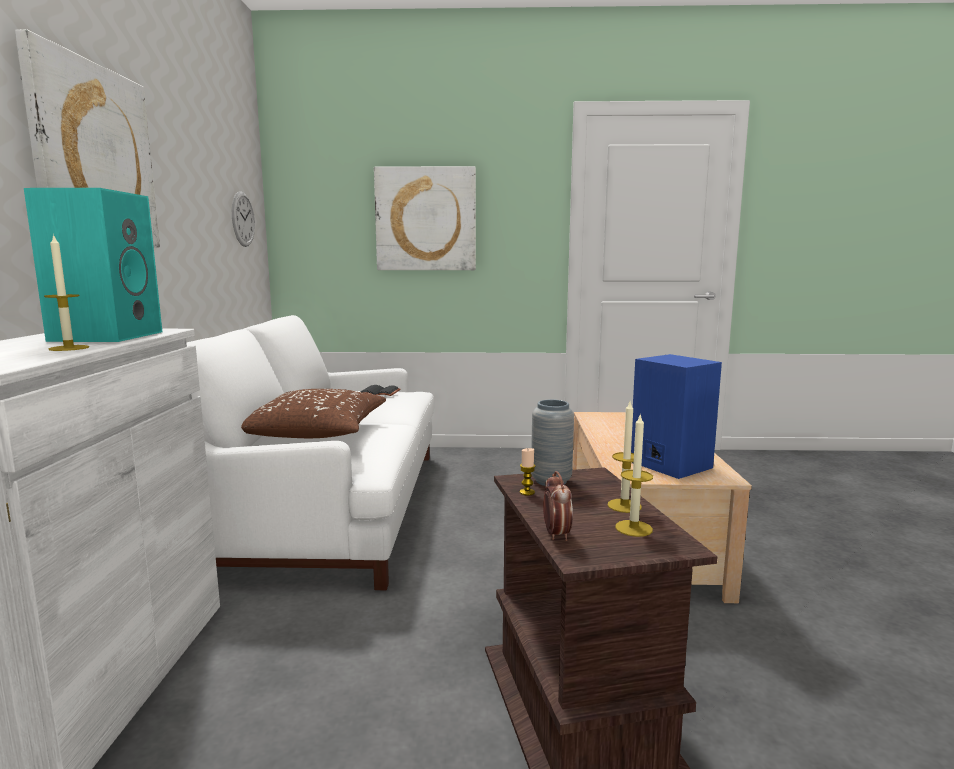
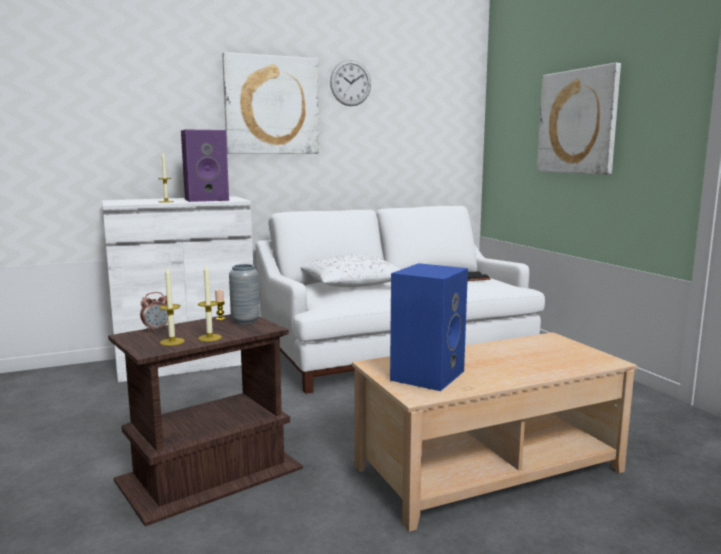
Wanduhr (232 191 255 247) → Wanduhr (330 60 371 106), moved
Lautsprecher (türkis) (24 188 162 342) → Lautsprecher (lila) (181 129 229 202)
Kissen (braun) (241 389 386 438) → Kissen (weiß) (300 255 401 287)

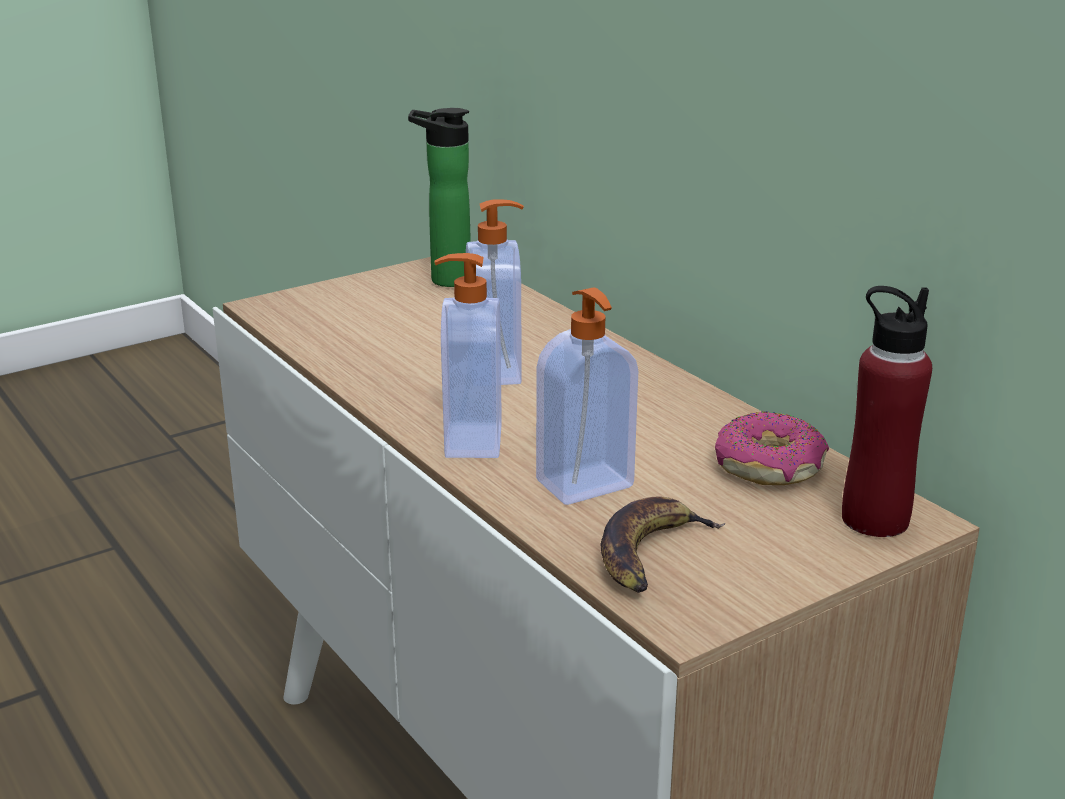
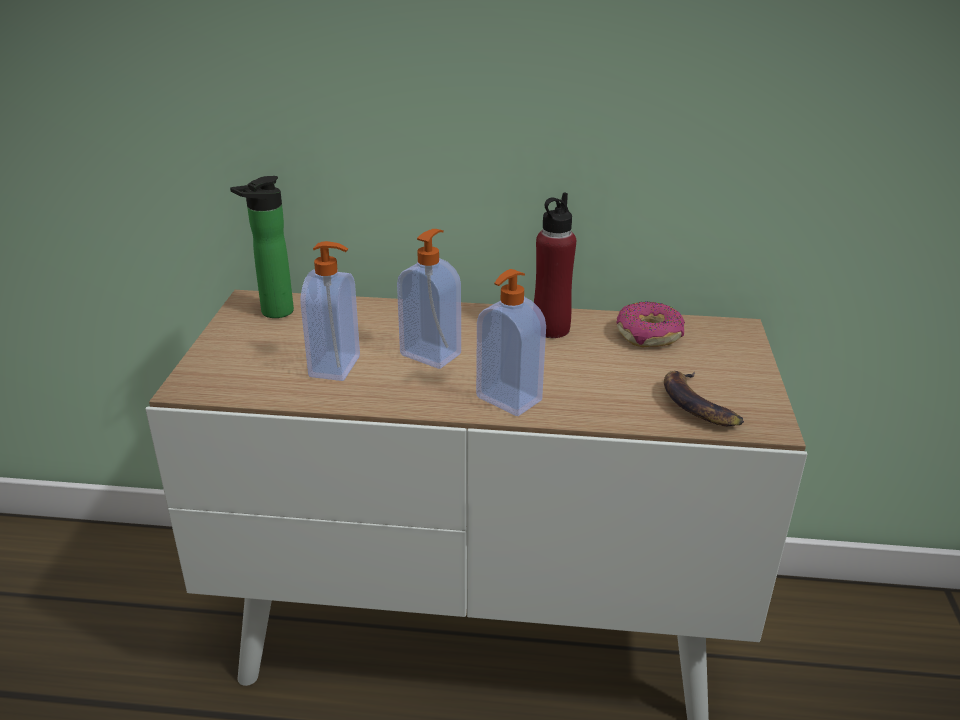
Seifenspender (536 287 638 505) → Seifenspender (301 241 360 381), moved
Flasche (rot) (842 286 932 537) → Flasche (rot) (534 192 576 338), moved

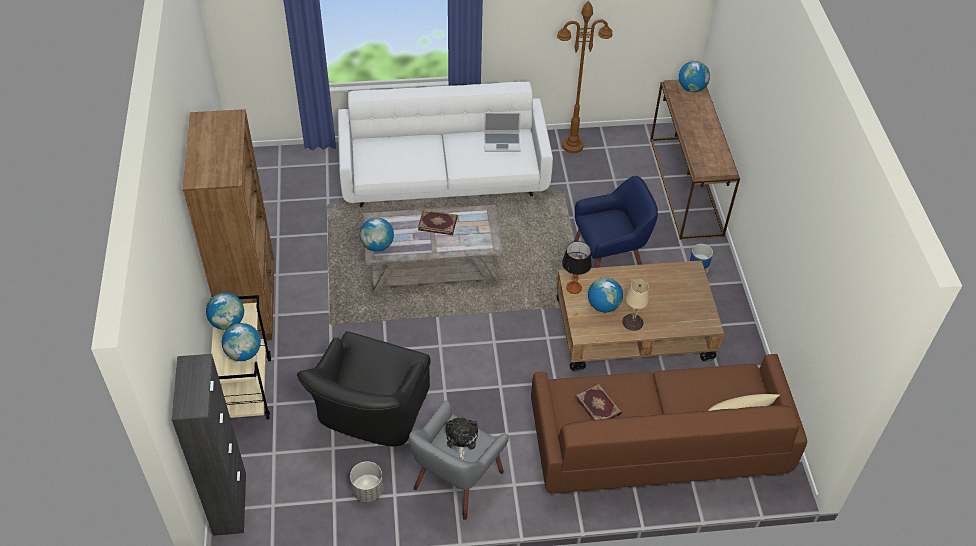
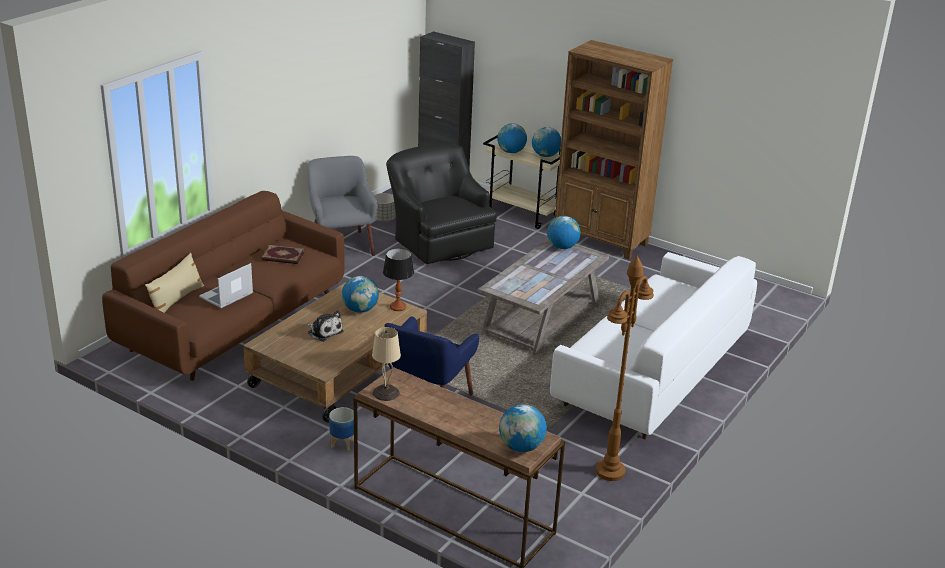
Buch (418 210 458 235) → -
Plüschtier (446 417 478 460) → Plüschtier (307 310 343 342), moved
Laptop (484 112 521 152) → Laptop (199 263 253 308), moved
Tischlampe (beige) (622 280 649 331) → Tischlampe (beige) (372 327 401 401), moved

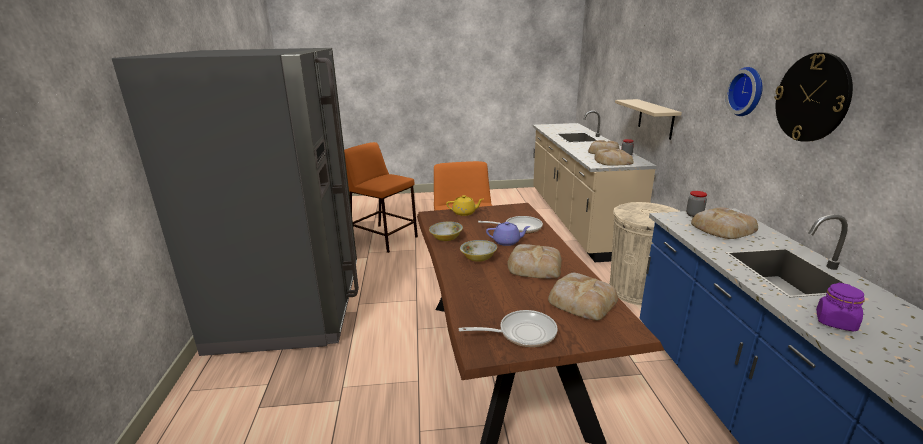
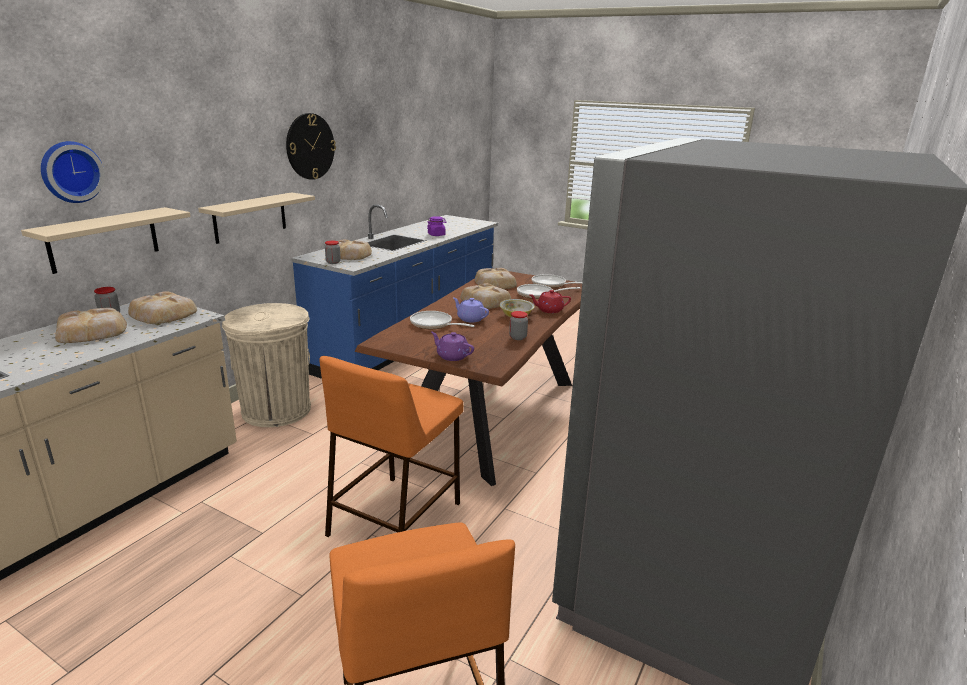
- → Wandregal (beige) (198 192 315 244)
- → Pfanne (517 284 580 299)
- → Teekanne (rot) (529 290 571 313)
Wanduhr (725 67 763 116) → Wanduhr (41 141 105 203), moved
Schüssel (429 221 463 241) → Vorratsglas (509 311 528 340)
Teekanne (gelb) (446 195 483 216) → Teekanne (lila) (431 332 474 361)

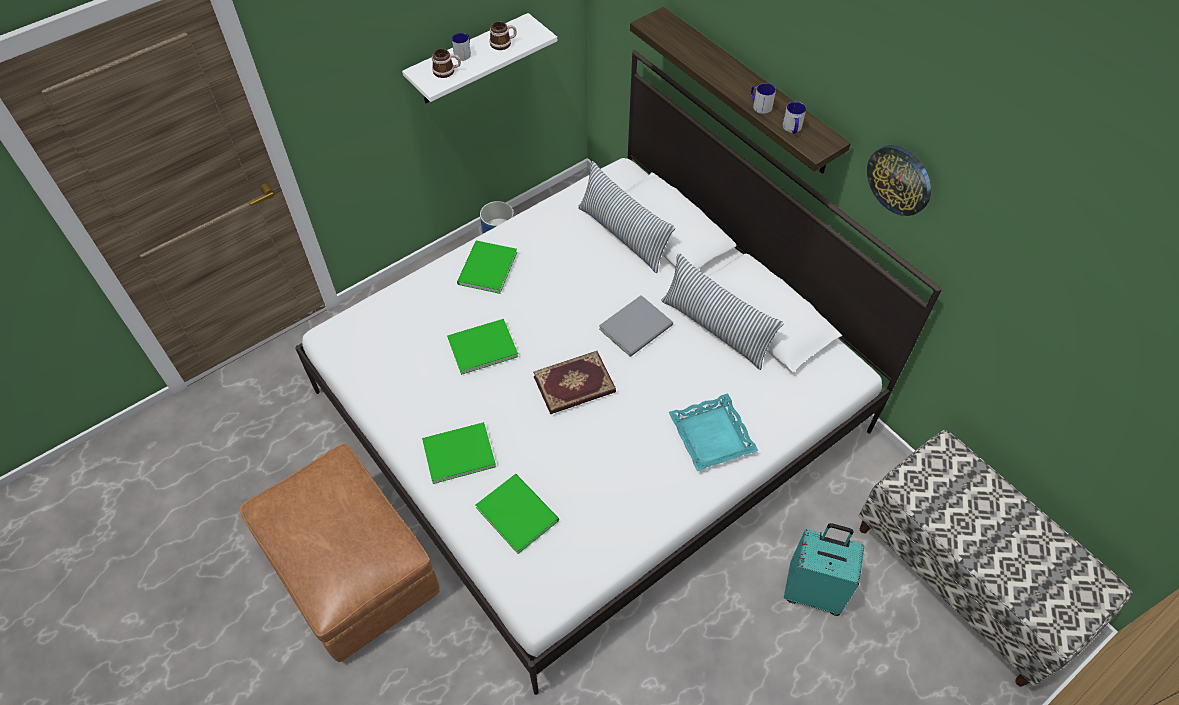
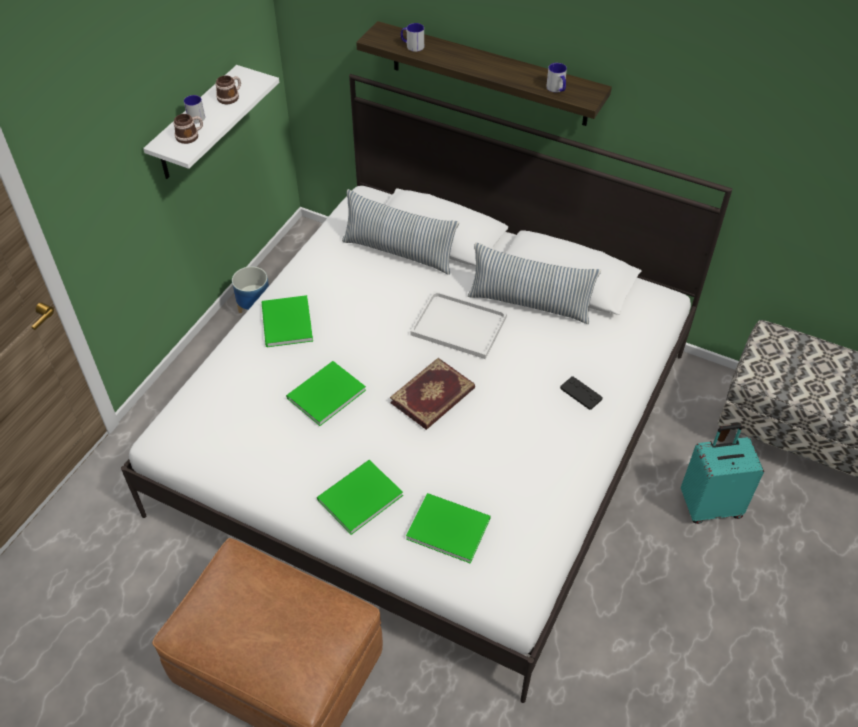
Wanduhr (867 145 931 216) → -
Henkelbecher (751 83 776 114) → Henkelbecher (401 23 424 52), moved
Buch (grau) (599 295 673 357) → Tablett (weiß) (410 291 507 359)
Tablett (türkis) (669 393 758 471) → Gamepad (schwarz) (560 377 603 410)

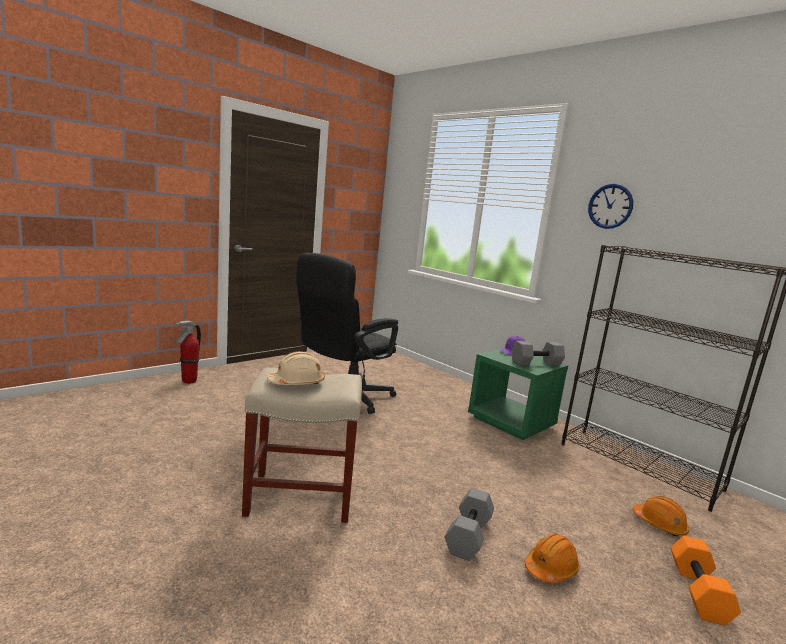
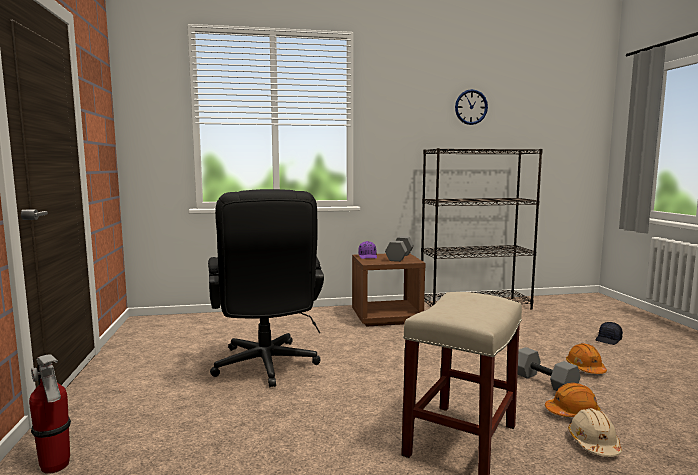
Schutzhelm (beige) (267 351 325 385) → Schutzhelm (beige) (568 408 622 457), moved
Wanduhr (588 184 633 229) → Wanduhr (455 89 488 125), moved
Schutzhelm (orange) (633 496 689 536) → Schutzhelm (orange) (545 383 601 417), moved
Hantel (orange) (670 536 741 626) → Kappe (schwarz) (596 322 623 345)
Nachttisch (grün) (468 348 568 440) → Nachttisch (braun) (352 254 426 327)

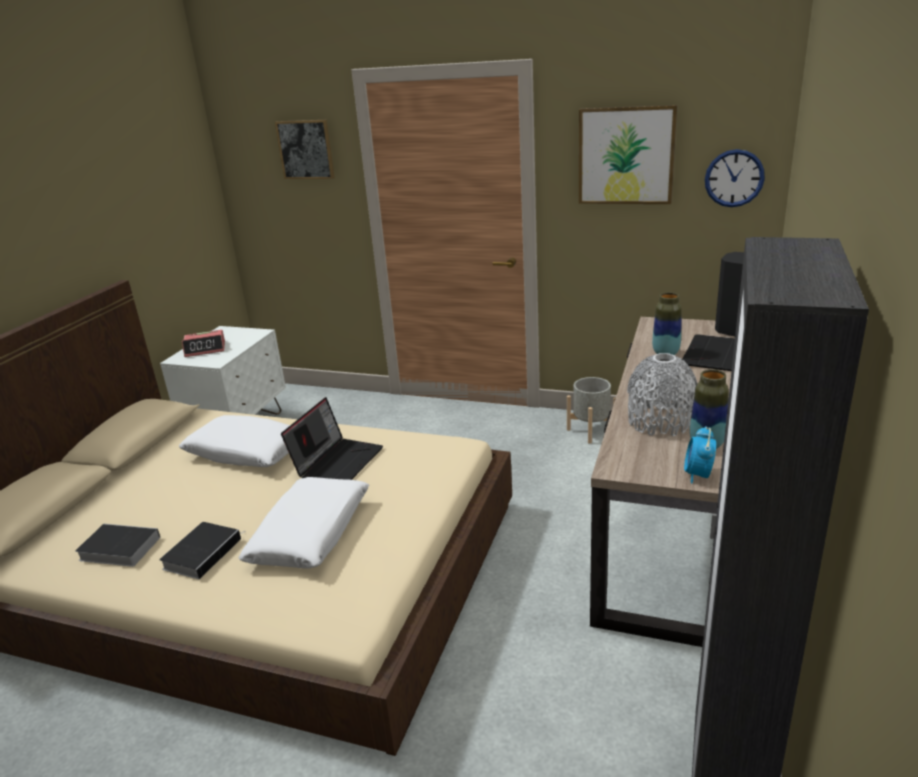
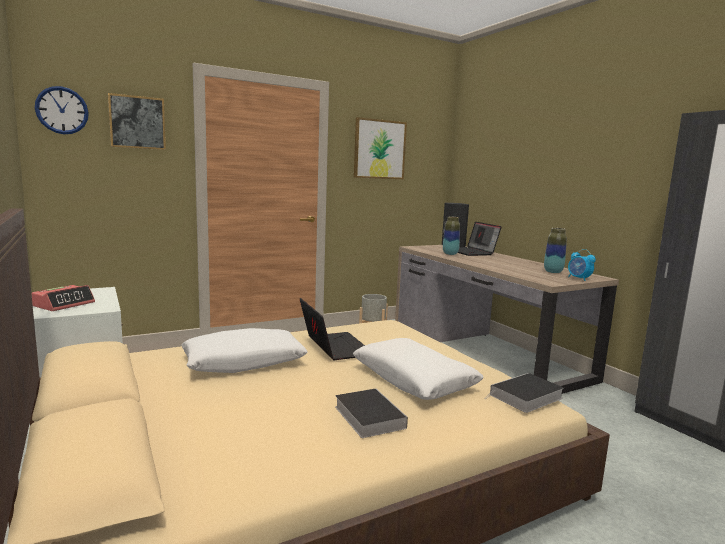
Vase (grau) (627 353 697 436) → -
Buch (75 524 160 567) → Buch (484 373 564 413), moved
Wanduhr (705 149 765 207) → Wanduhr (35 86 89 134), moved

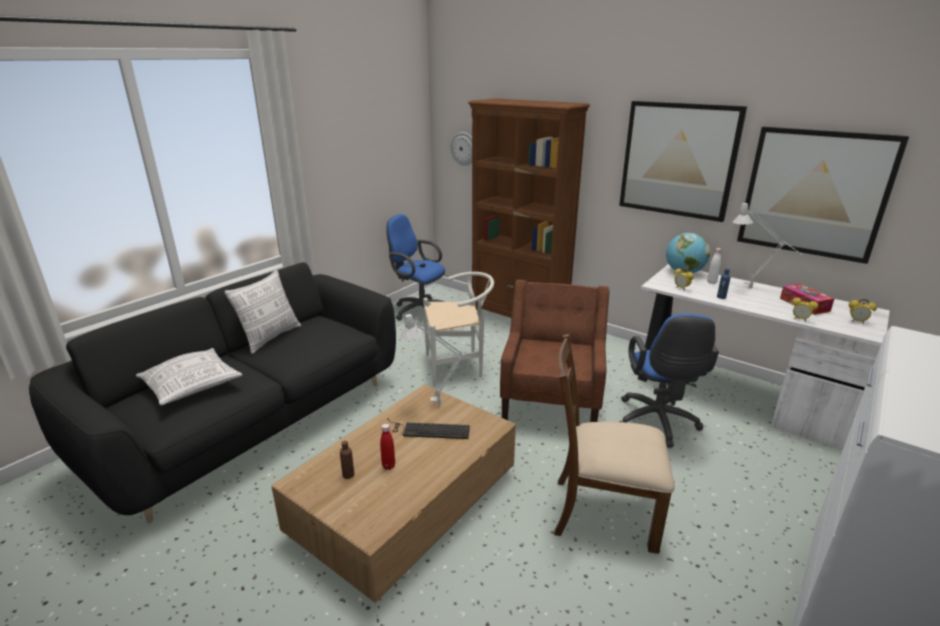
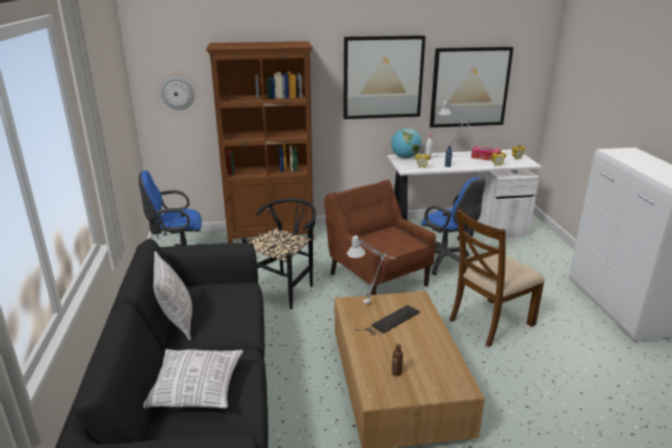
Flasche (rot) (380 424 395 470) → -
Stuhl (weiß) (423 272 494 387) → Stuhl (schwarz) (242 198 316 309)

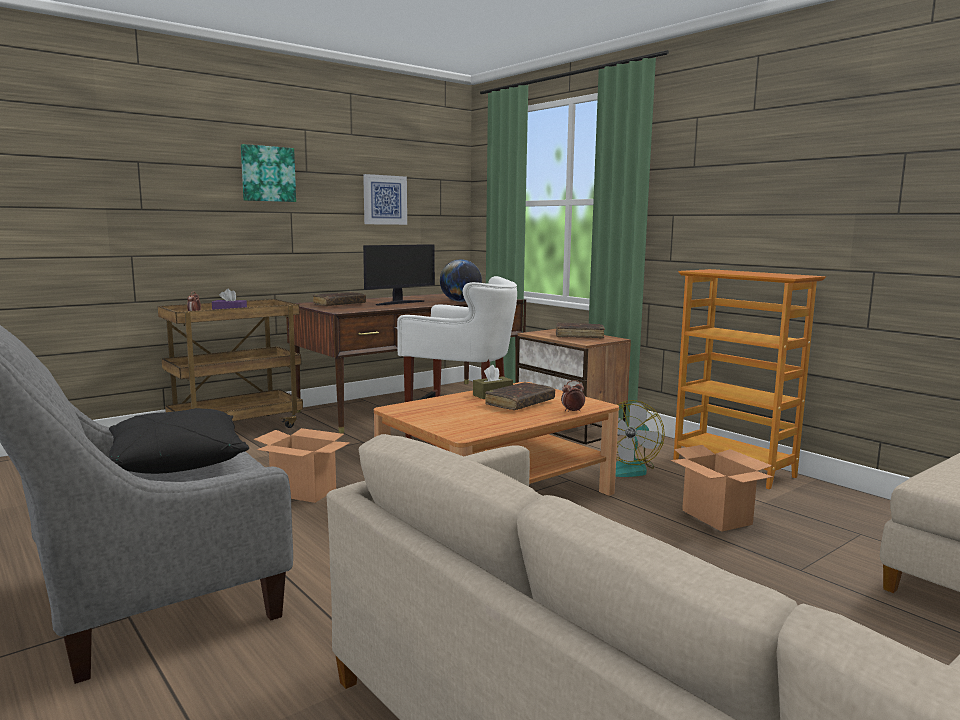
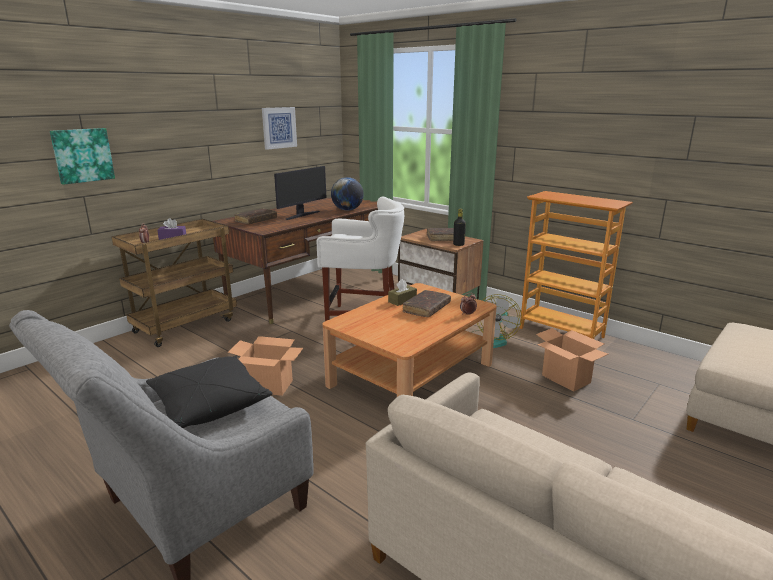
- → Flasche (schwarz) (453 209 466 246)
Bild (241 144 296 202) → Bild (50 128 115 185), moved

